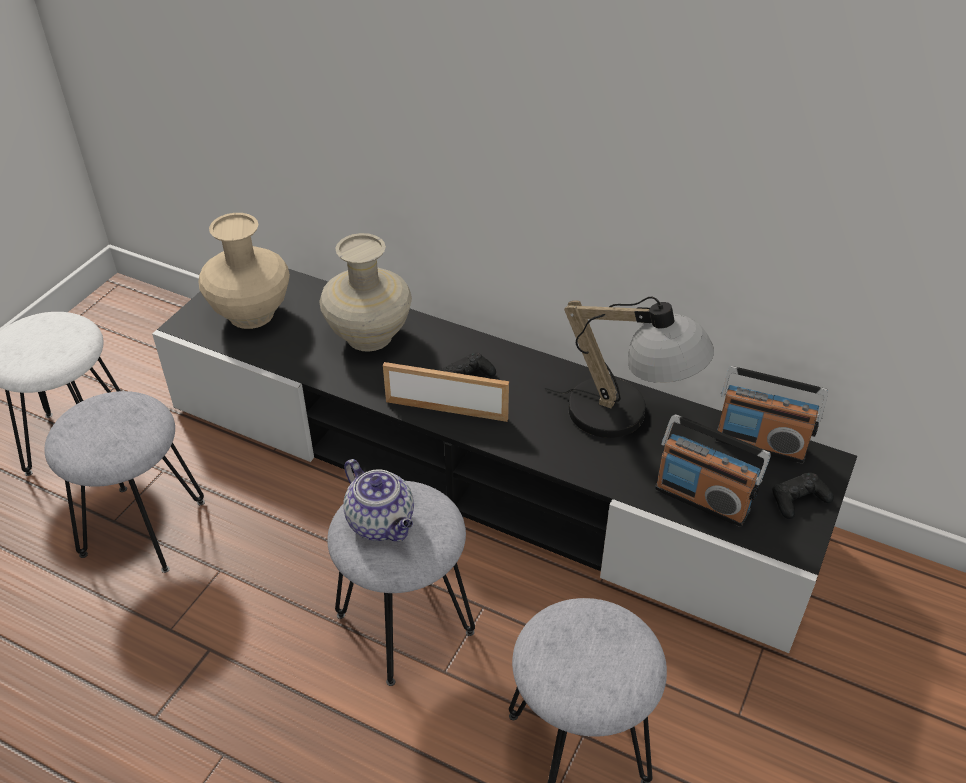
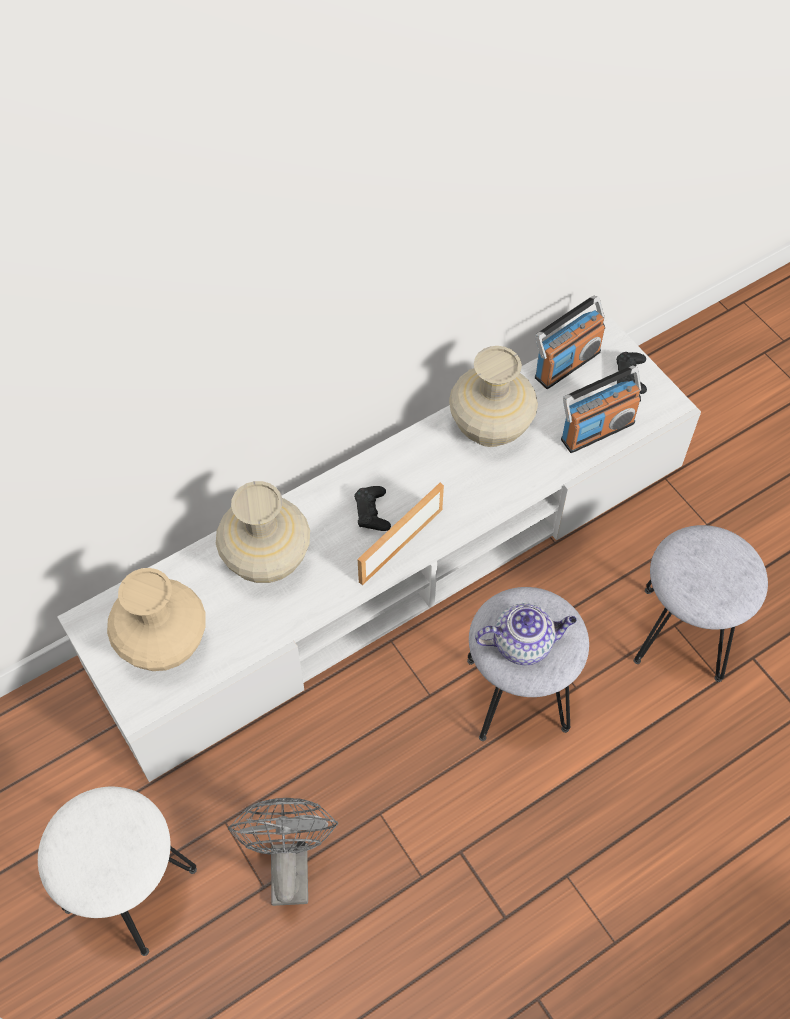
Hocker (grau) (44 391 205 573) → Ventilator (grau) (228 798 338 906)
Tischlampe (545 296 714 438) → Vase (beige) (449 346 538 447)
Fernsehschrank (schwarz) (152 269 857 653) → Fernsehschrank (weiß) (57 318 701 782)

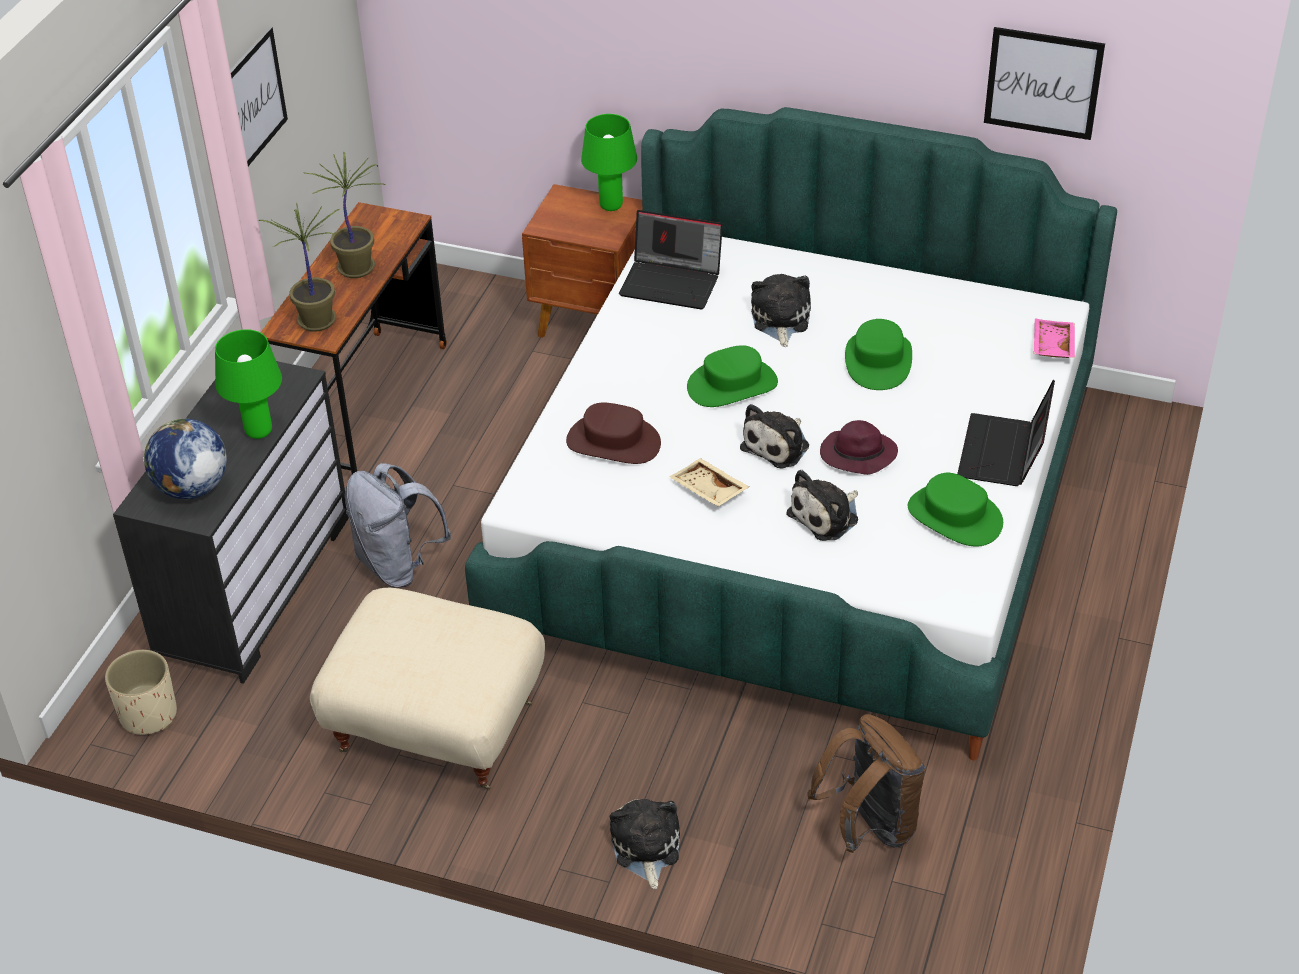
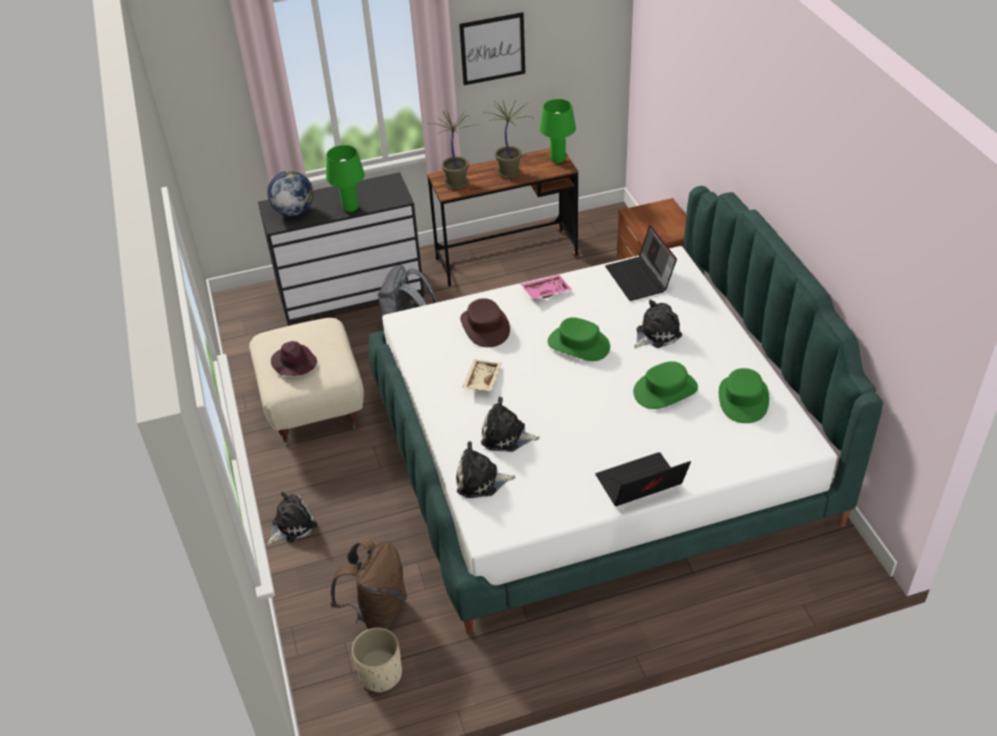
Bild (984 27 1105 140) → -
Pflanzkübel (beige) (105 650 177 735) → Pflanzkübel (beige) (352 627 402 693), moved
Tischlampe (grün) (581 114 637 211) → Tischlampe (grün) (540 99 576 163), moved
Plüschtier (740 404 809 469) → Plüschtier (456 441 515 498), moved
Hut (lila) (820 420 898 475) → Hut (lila) (271 341 317 376), moved
Hut (grün) (908 473 1003 547) → Hut (grün) (719 368 769 423), moved
Tablett (rosa) (1034 319 1075 358) → Tablett (rosa) (521 275 572 299), moved

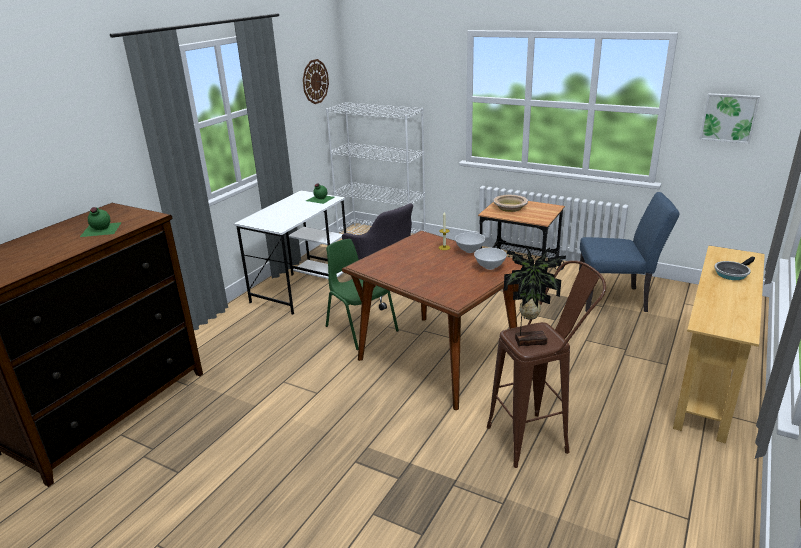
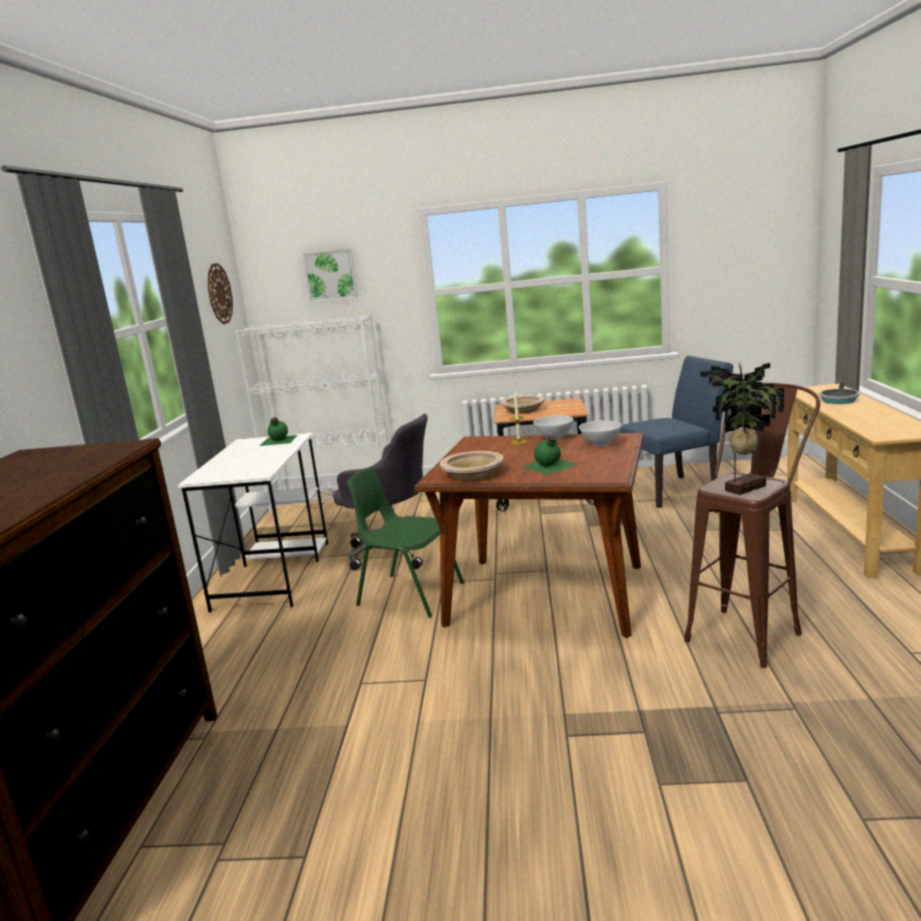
- → Schüssel (beige) (440 451 504 481)
Flasche (grün) (80 207 122 237) → Flasche (grün) (522 436 578 475), moved
Bild (699 93 760 144) → Bild (303 248 358 303), moved

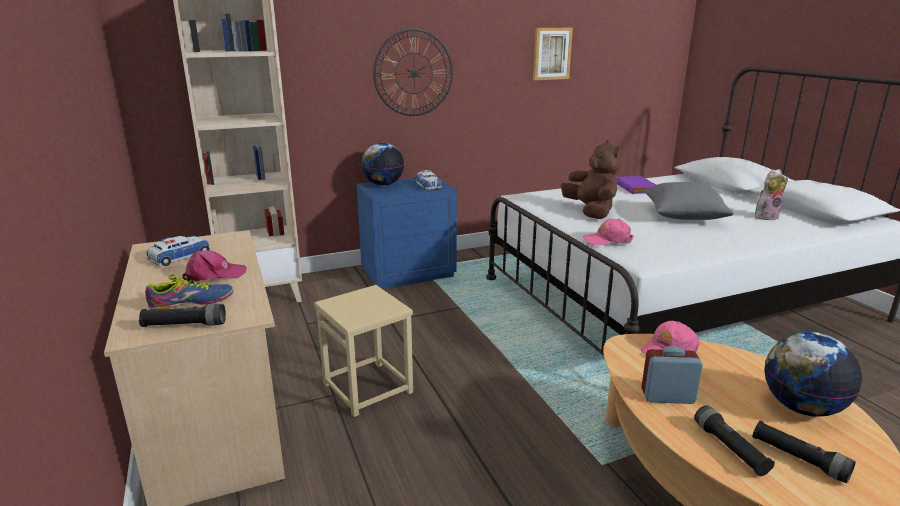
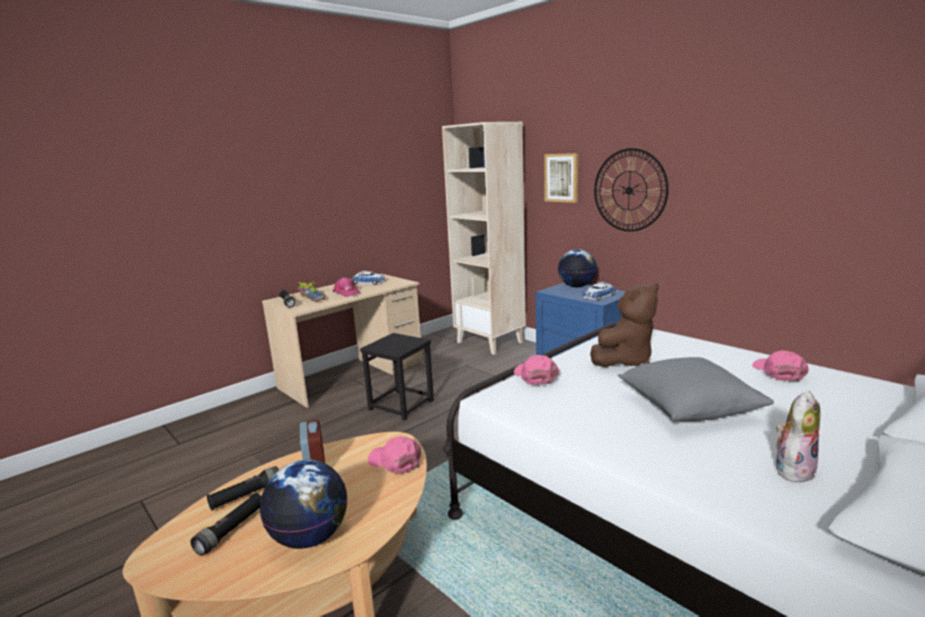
Bild (533 28 573 80) → Bild (544 153 578 203), moved
Buch (lila) (615 176 656 194) → Kappe (rosa) (752 351 809 381)
Hocker (beige) (314 285 413 417) → Hocker (schwarz) (360 333 434 421)
Plüschtier (755 169 788 220) → Plüschtier (776 390 820 482), 90 degrees counterclockwise

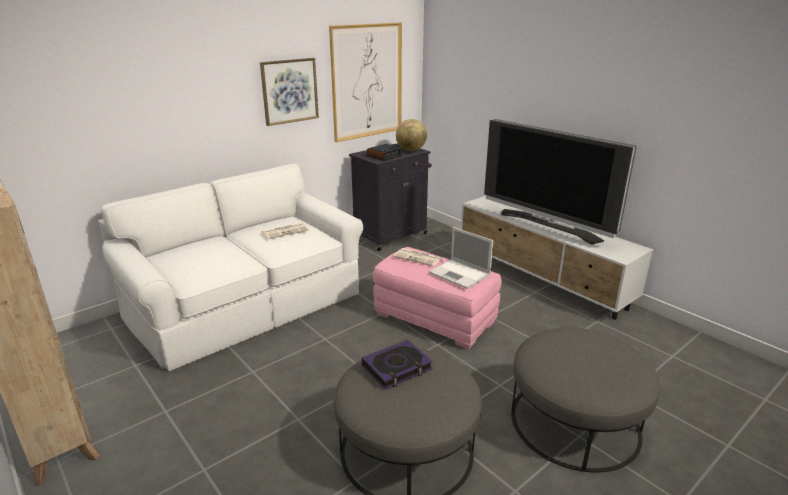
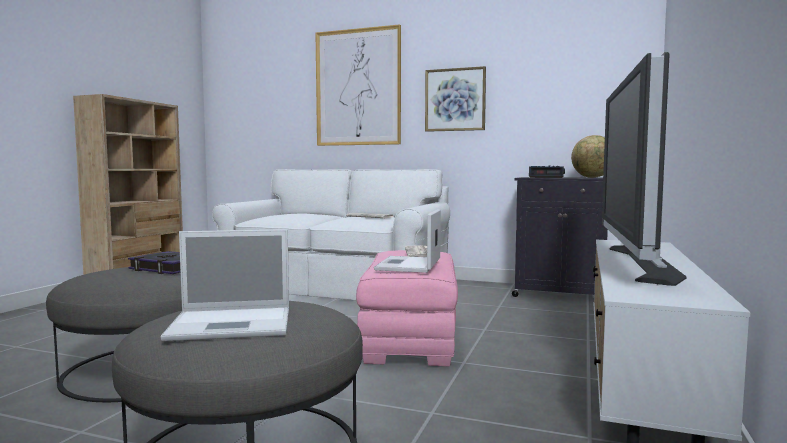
- → Laptop (161 229 289 341)
Bild (329 23 402 142) → Bild (316 24 401 146), moved

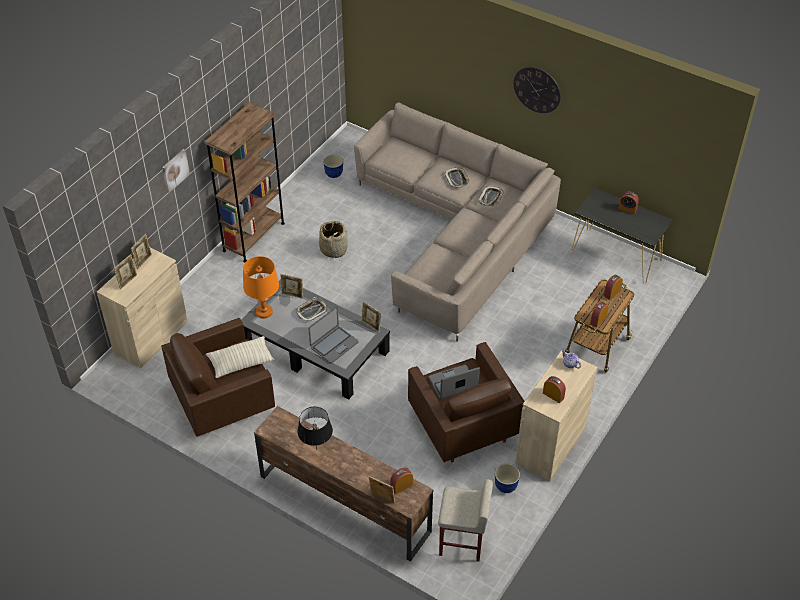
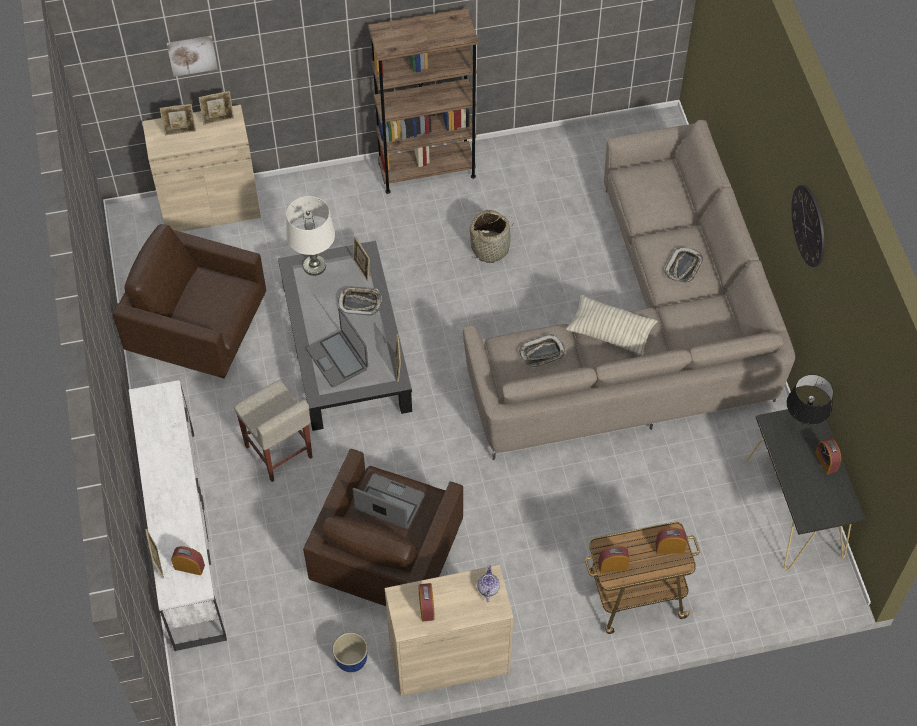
Pflanzkübel (323 154 343 178) → -
Bild (162 149 190 193) → Bild (167 36 218 77), moved
Kissen (206 336 274 378) → Kissen (566 295 658 356), moved
Tischlampe (schwarz) (297 407 333 450) → Tischlampe (schwarz) (787 374 834 426), moved
Hocker (beige) (438 479 493 562) → Hocker (beige) (234 380 312 482), moved
Tablett (478 186 504 206) → Tablett (519 334 566 368), moved
Tischlampe (orange) (243 256 279 318) → Tischlampe (weiß) (286 196 335 276)
Fernsehschrank (braun) (254 406 434 562) → Fernsehschrank (weiß) (129 380 227 651)
Laptop (308 306 359 364) → Laptop (306 308 368 387), 60 degrees clockwise

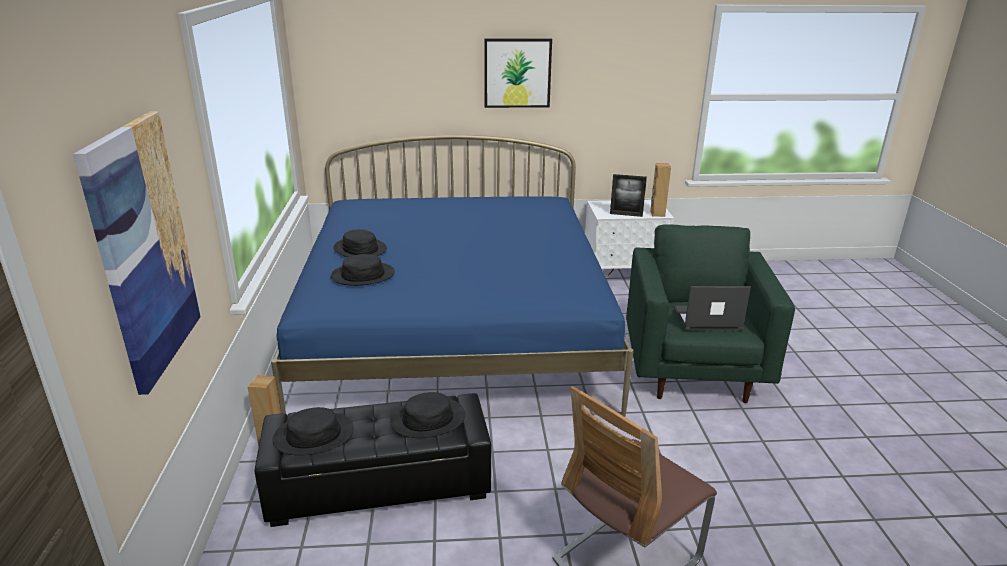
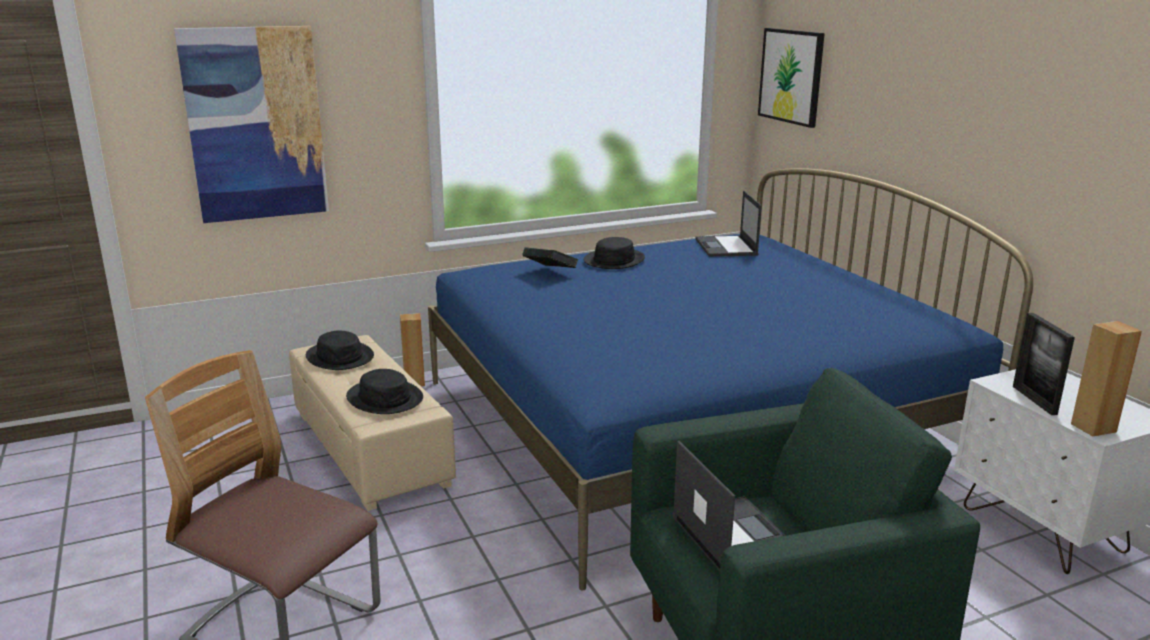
- → Laptop (695 191 762 257)
Bild (484 39 552 108) → Bild (758 28 825 128), moved
Hut (schwarz) (331 254 395 286) → Buch (522 247 578 268)
Polsterhocker (schwarz) (255 393 491 527) → Polsterhocker (beige) (289 335 456 511)

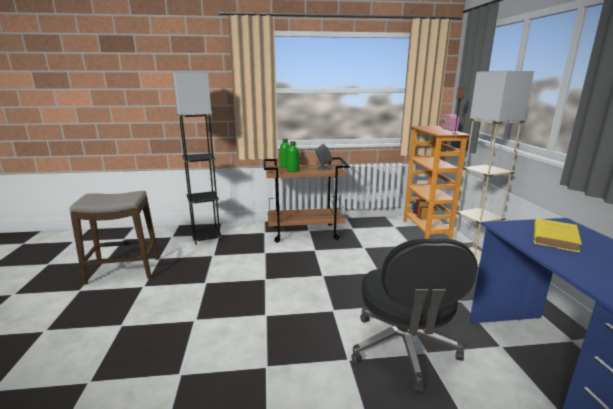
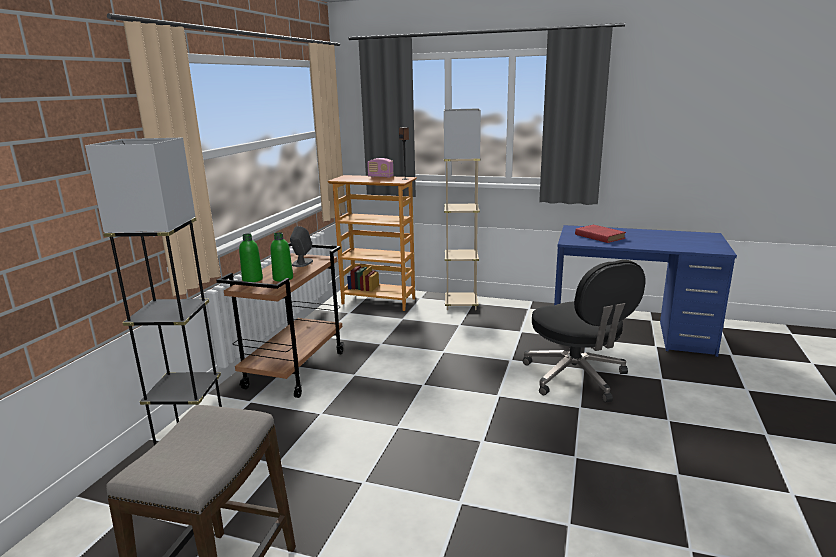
Buch (gelb) (534 218 582 252) → Buch (rot) (575 225 626 243)
Bürostuhl (schwarz) (351 239 478 394) → Bürostuhl (schwarz) (523 260 646 403), 45 degrees clockwise

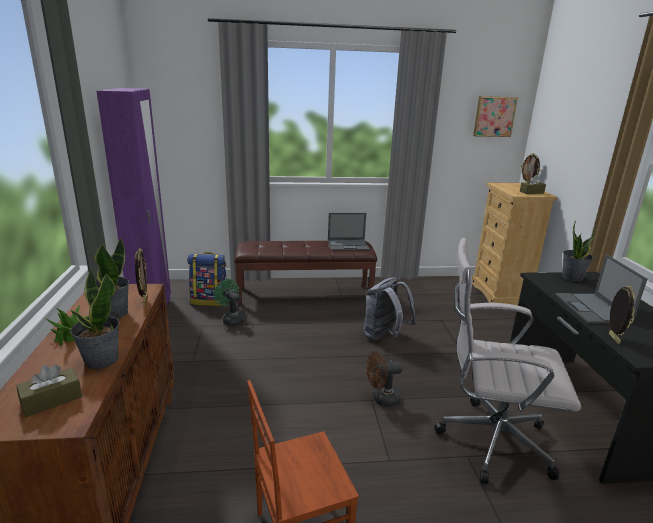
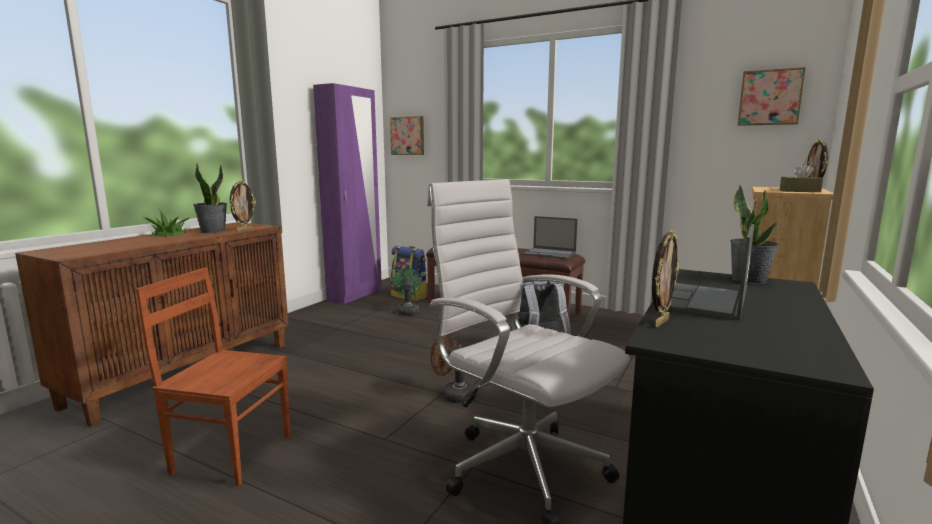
Taschentuchbox (braun) (16 364 82 417) → -
Topfpflanze (70 268 119 369) → -
- → Bild (390 116 424 155)

